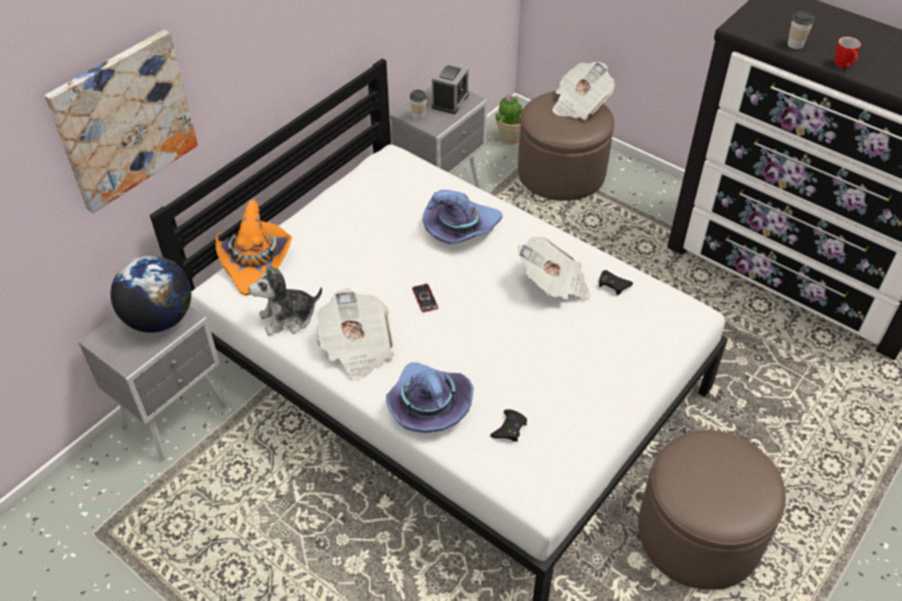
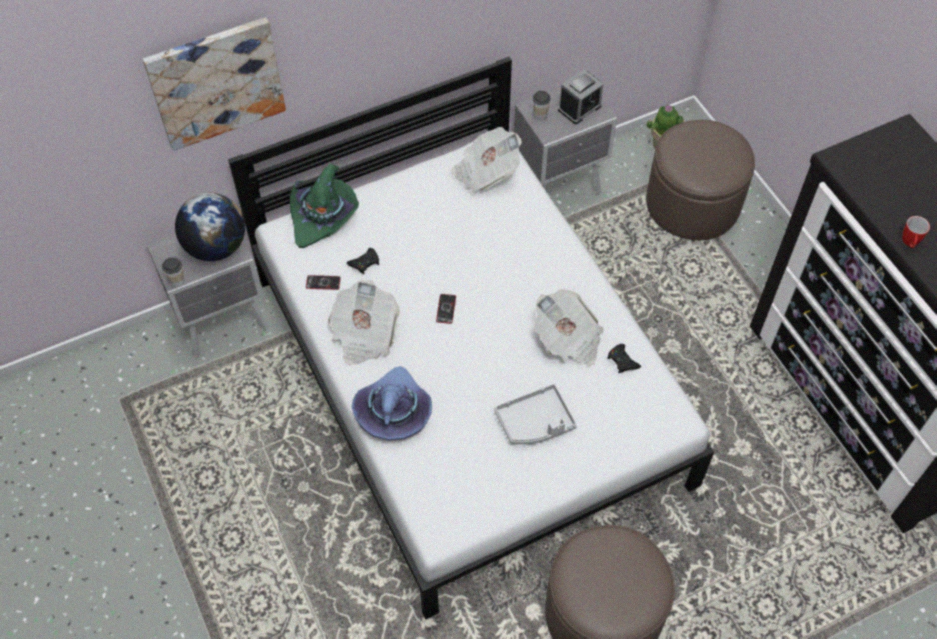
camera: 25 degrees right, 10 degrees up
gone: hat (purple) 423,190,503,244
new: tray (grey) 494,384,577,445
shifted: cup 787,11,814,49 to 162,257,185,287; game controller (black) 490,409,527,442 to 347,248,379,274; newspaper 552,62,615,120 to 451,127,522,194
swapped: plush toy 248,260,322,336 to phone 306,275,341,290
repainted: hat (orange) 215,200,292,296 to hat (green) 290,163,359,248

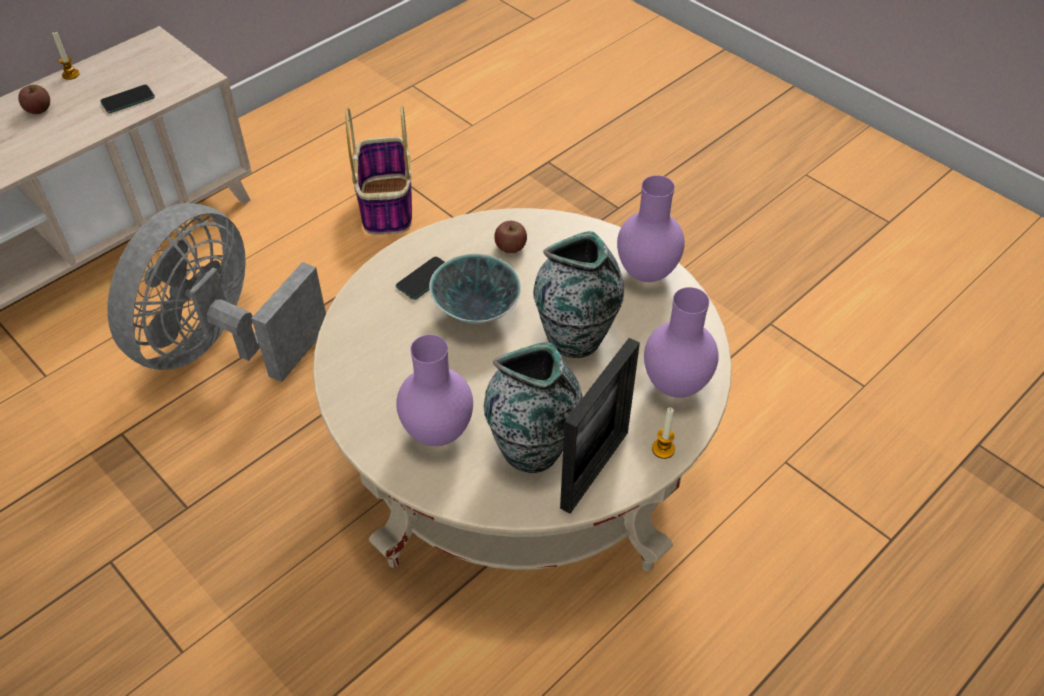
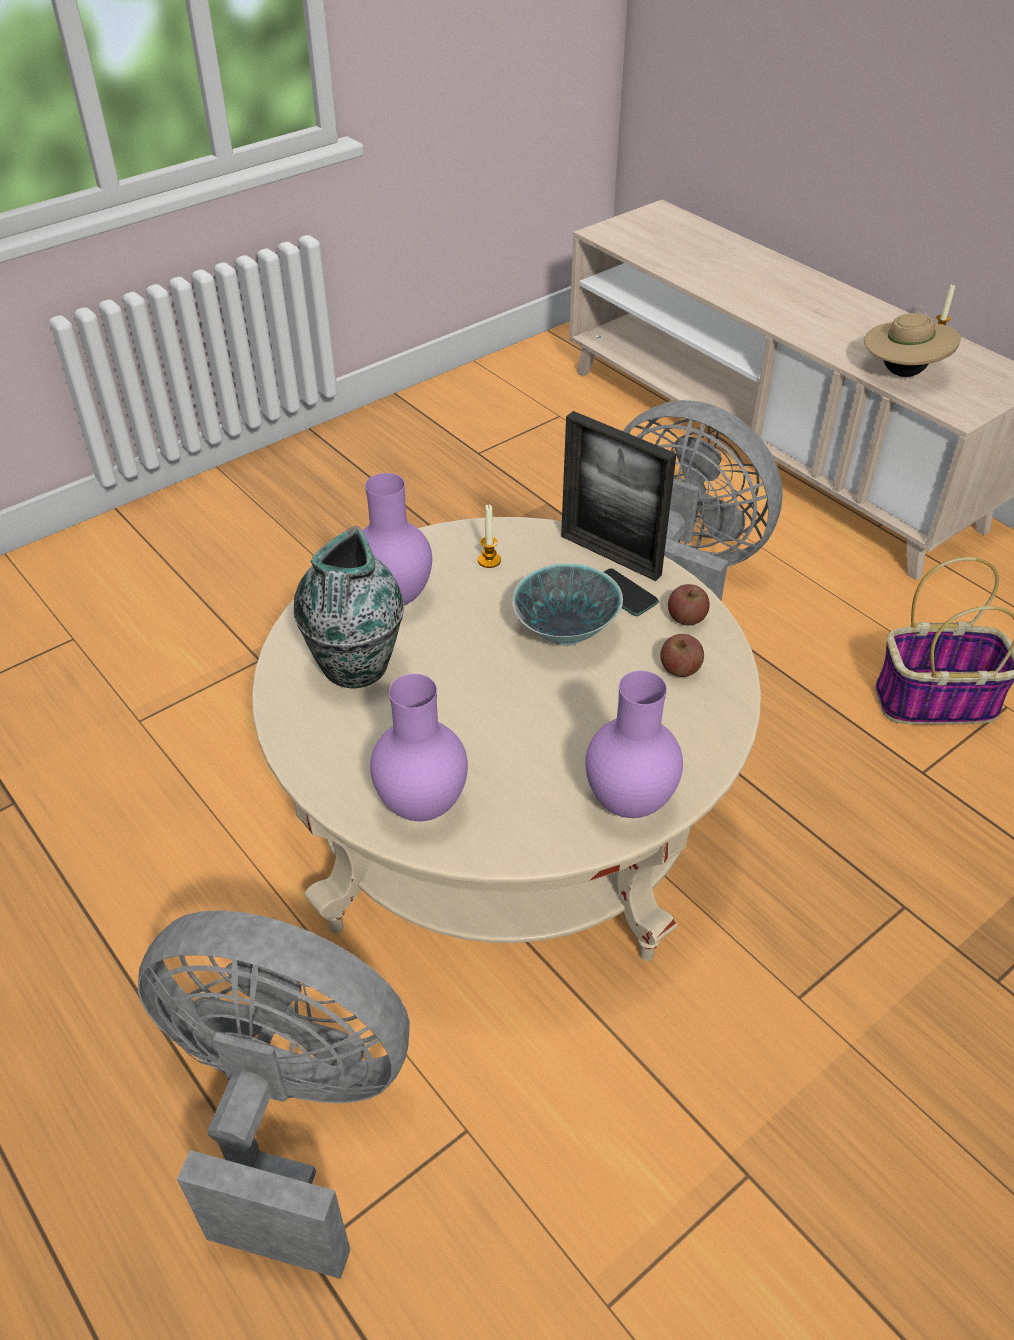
camera: 95 degrees right, 5 degrees down
gone: vase 533,231,624,358
new: fan (grey) 138,910,410,1279
shifted: candle 652,407,675,459 to 478,504,501,568; picture frame 560,338,640,514 to 561,411,677,581; apple 18,85,50,114 to 668,584,710,625
swapped: phone 100,85,155,113 to hat (beige) 864,305,961,377

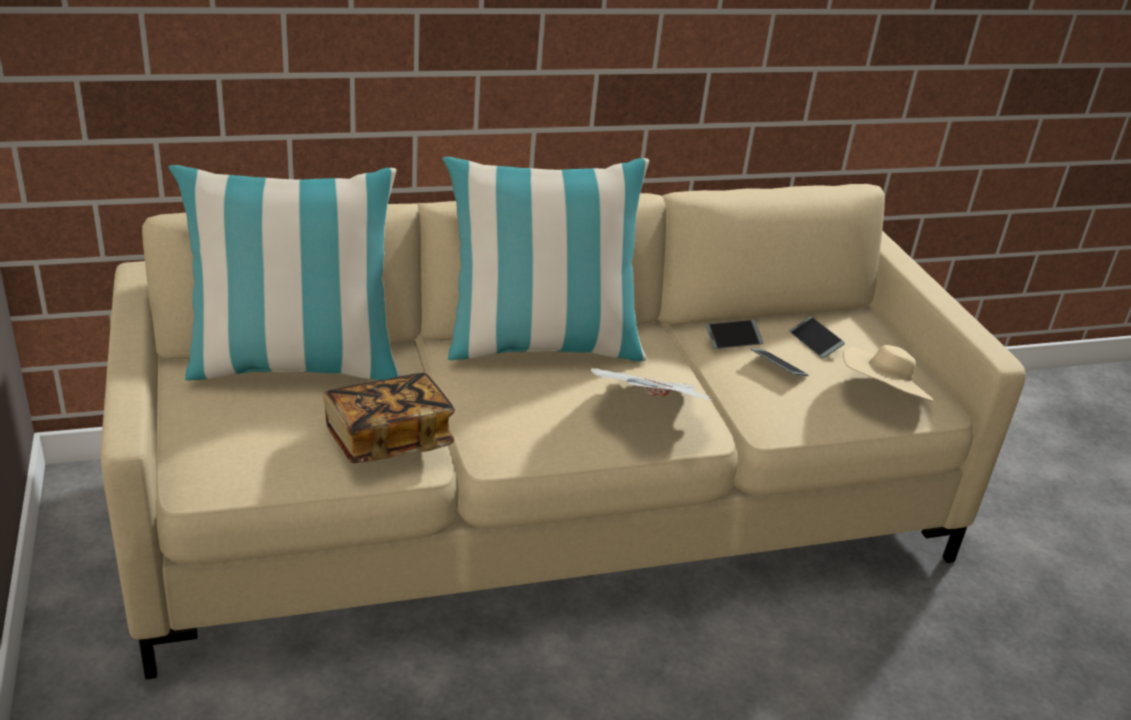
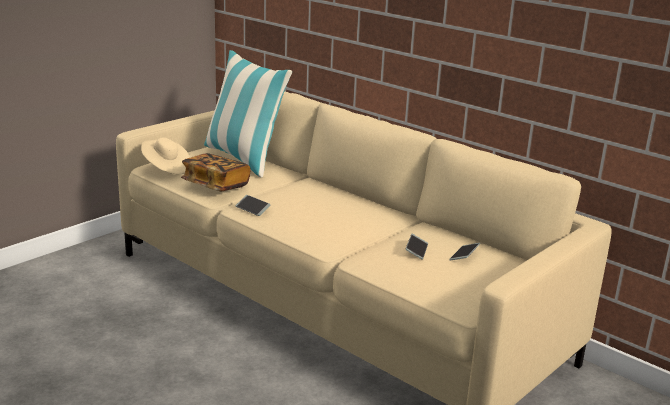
camera: 60 degrees right, 10 degrees down
gone: pillow 442,157,649,362; newspaper 591,368,712,400
shifted: hat (beige) 843,345,933,401 to 141,137,190,174; phone 706,320,764,349 to 235,195,270,216

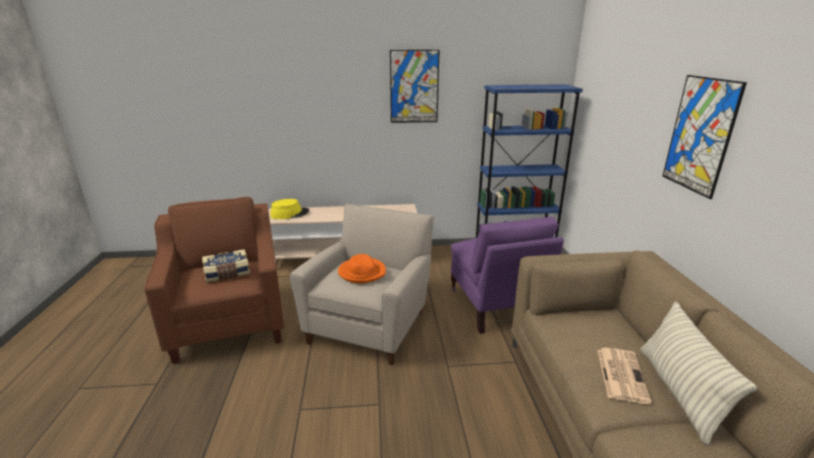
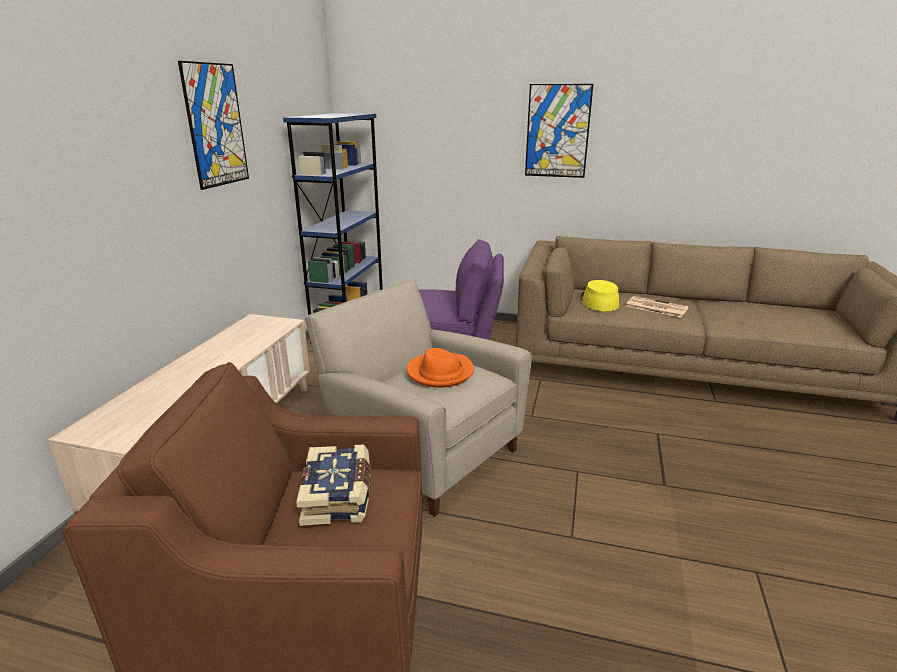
camera: 70 degrees left, 0 degrees up
gone: pillow 640,302,757,445
shifted: hat (yellow) 270,199,310,219 to 580,280,619,311

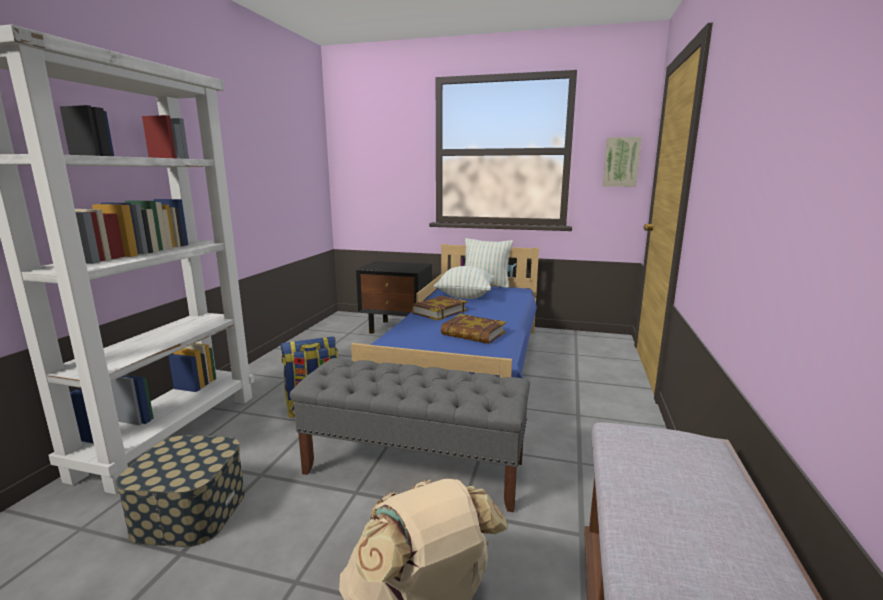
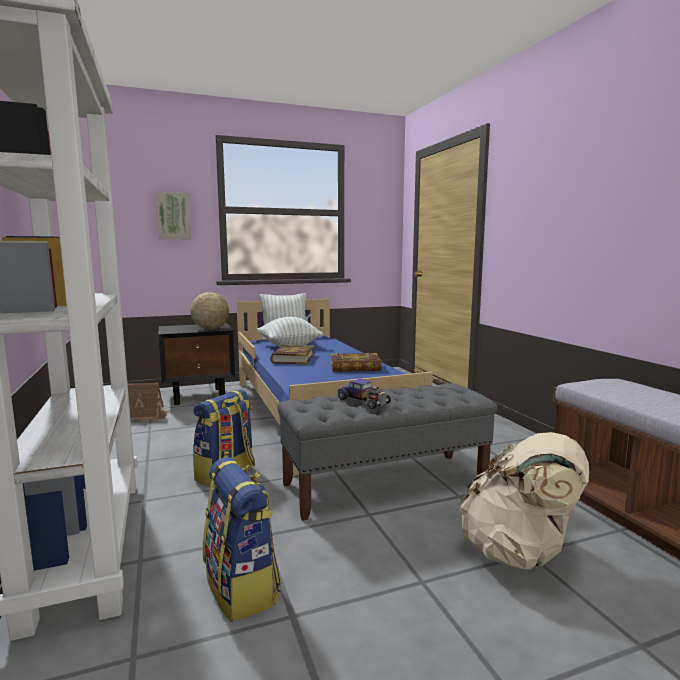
camera: 35 degrees left, 5 degrees down
new: toy house 128,383,170,421; globe 190,292,229,330; toy car 338,379,391,409
shifted: picture 603,137,642,187 to 156,192,191,239
swapped: storage box 115,435,245,547 to backpack 203,457,281,622

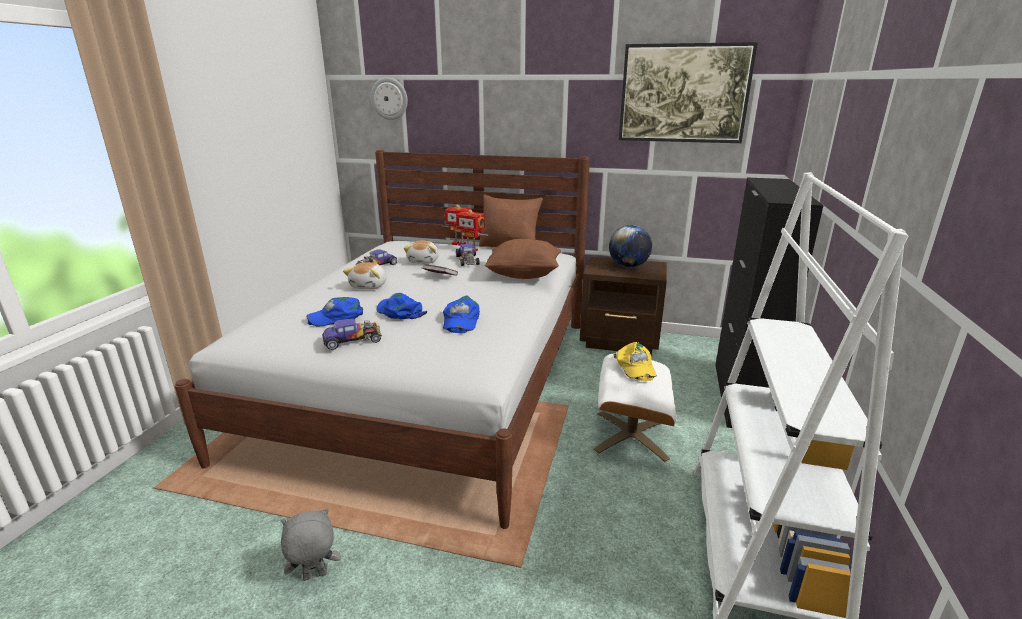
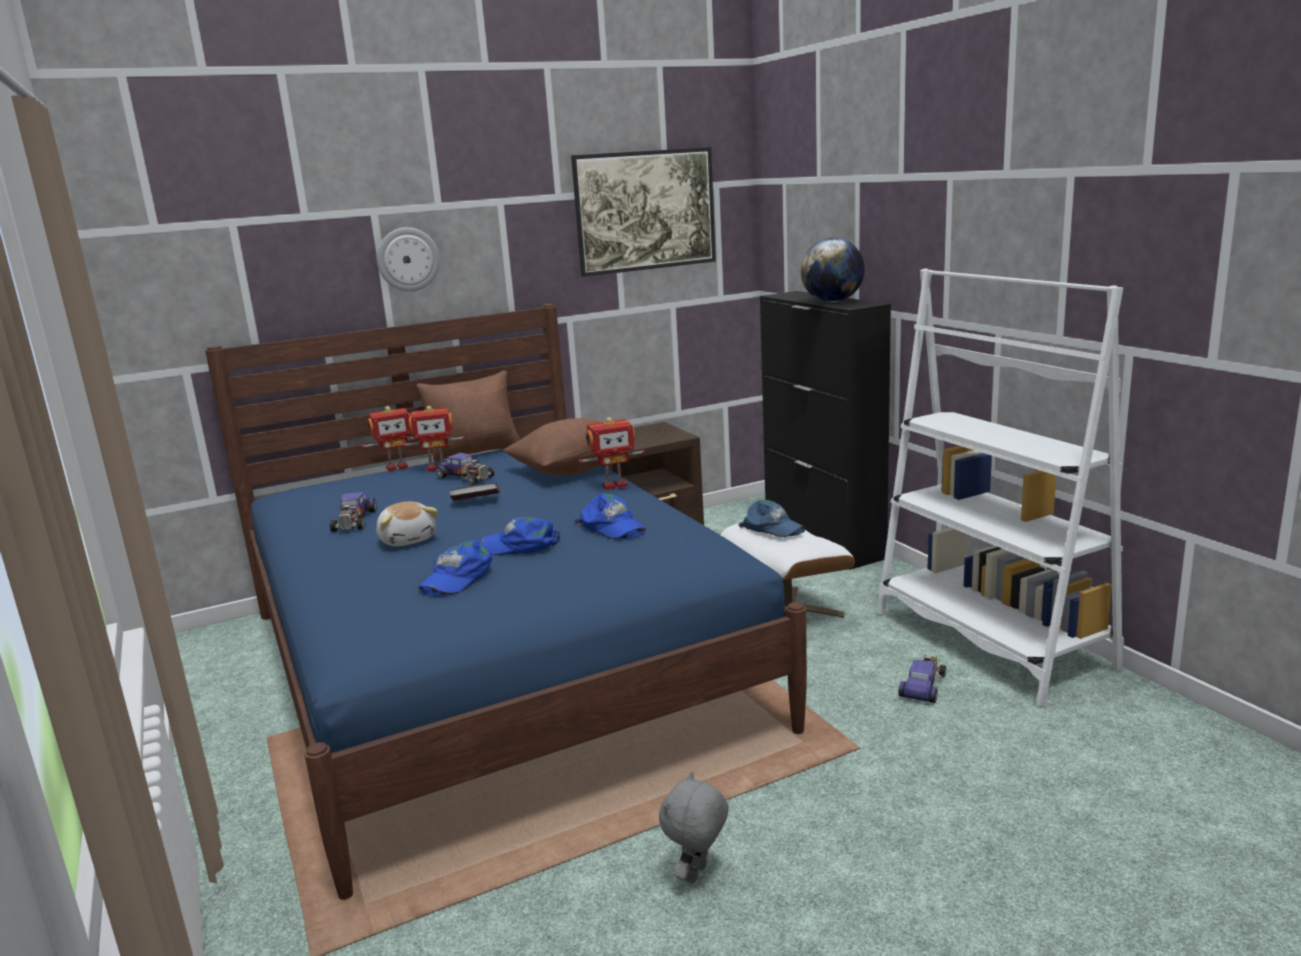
camera: 40 degrees left, 5 degrees down
gone: plush toy 404,240,439,264
new: toy robot 579,417,645,490
shifted: wall clock 371,77,408,120 to 377,227,440,292; globe 609,225,652,268 to 801,238,865,302; toy car 322,319,382,350 to 898,654,946,703
repainted: bed (white) 175,150,590,529 to bed (blue) 205,304,807,900; cap (yellow) 613,342,656,381 to cap (blue) 738,500,805,537

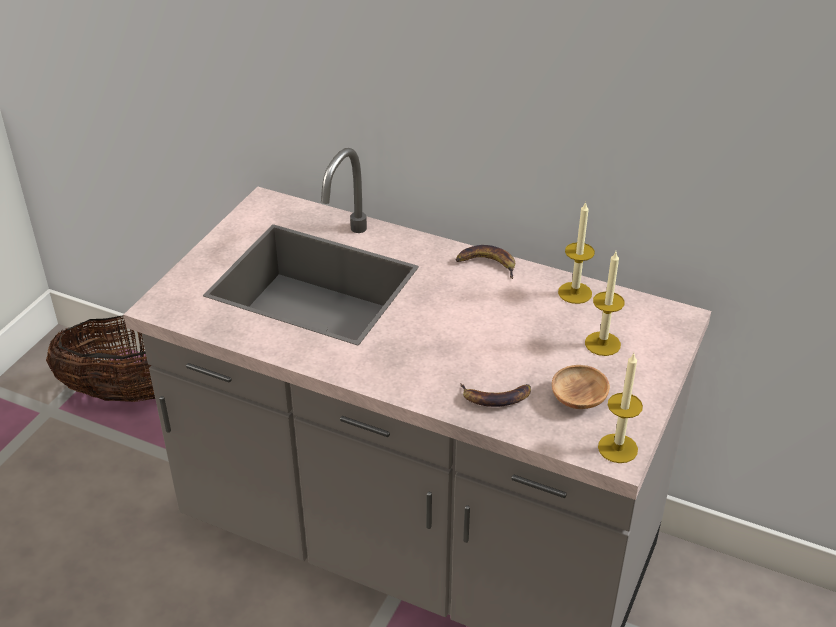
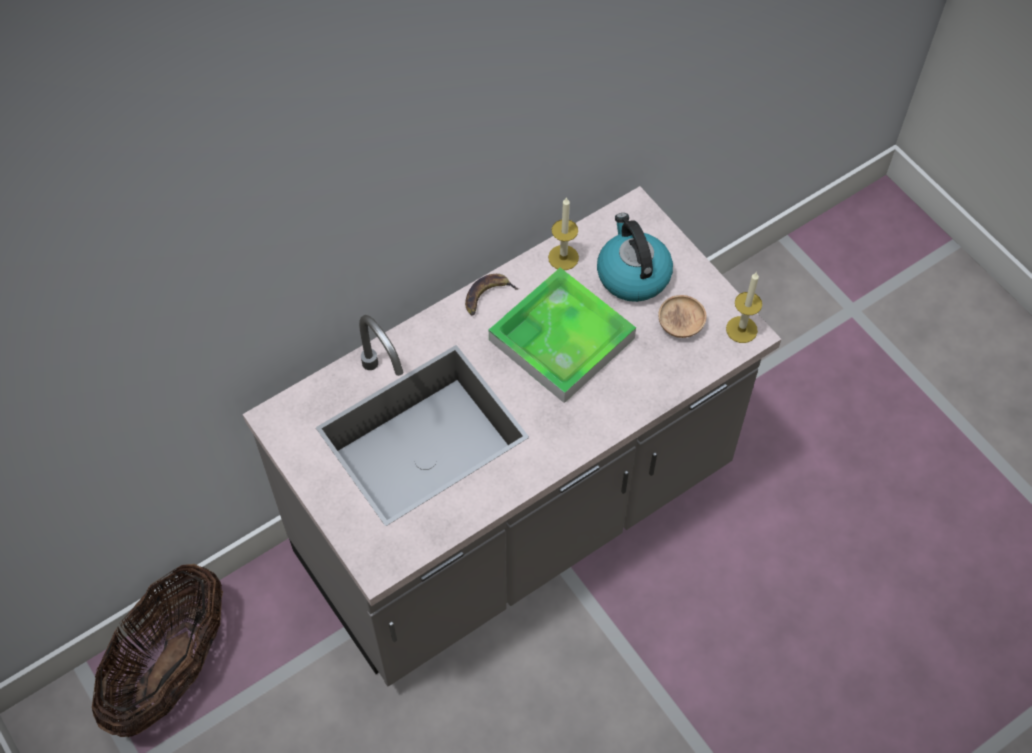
camera: 60 degrees left, 20 degrees up
gone: banana 460,383,531,407
new: tray 489,268,636,403
swapped: candle 585,252,624,356 to kettle 597,213,673,302

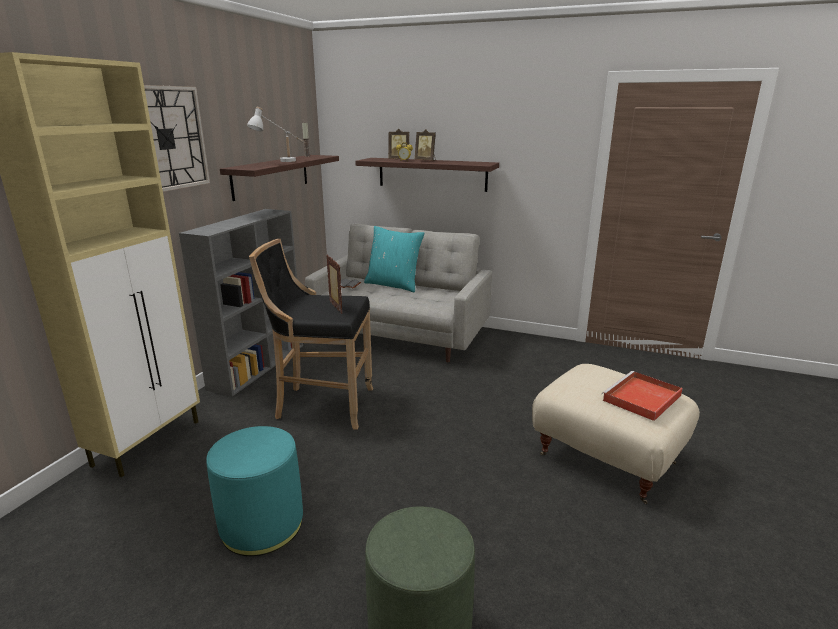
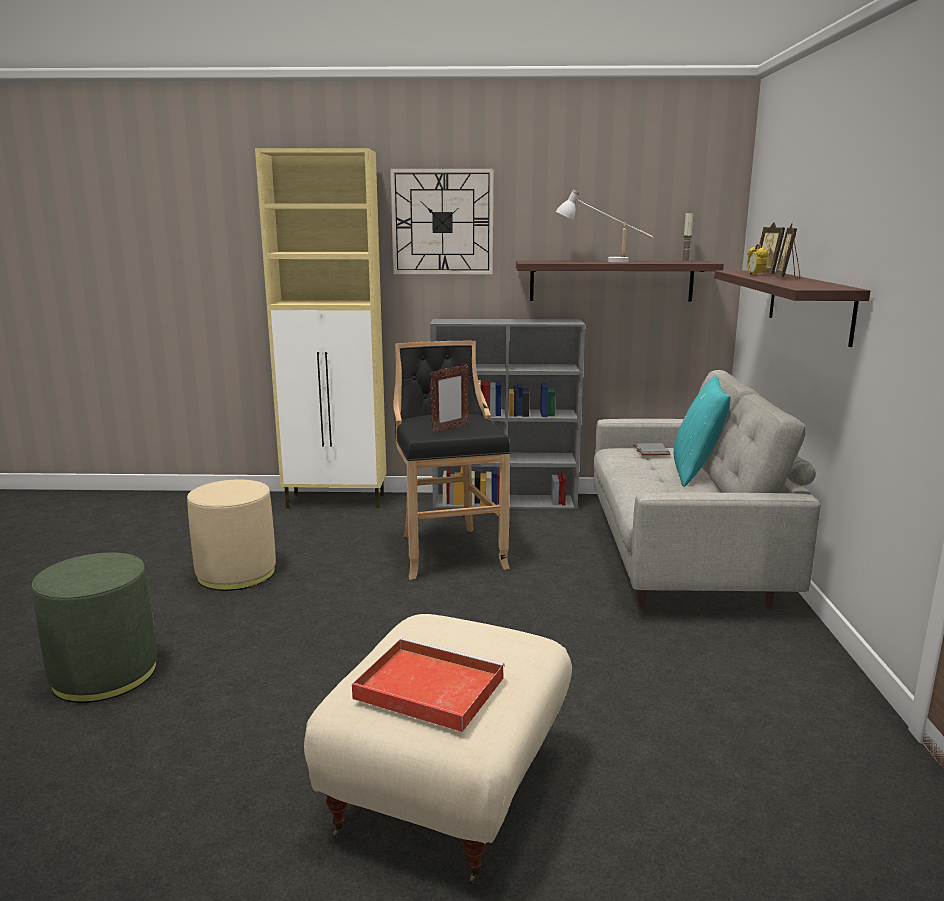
camera: 70 degrees right, 5 degrees down
repainted: ottoman (turquoise) 206,426,303,556 to ottoman (beige) 187,479,276,591

